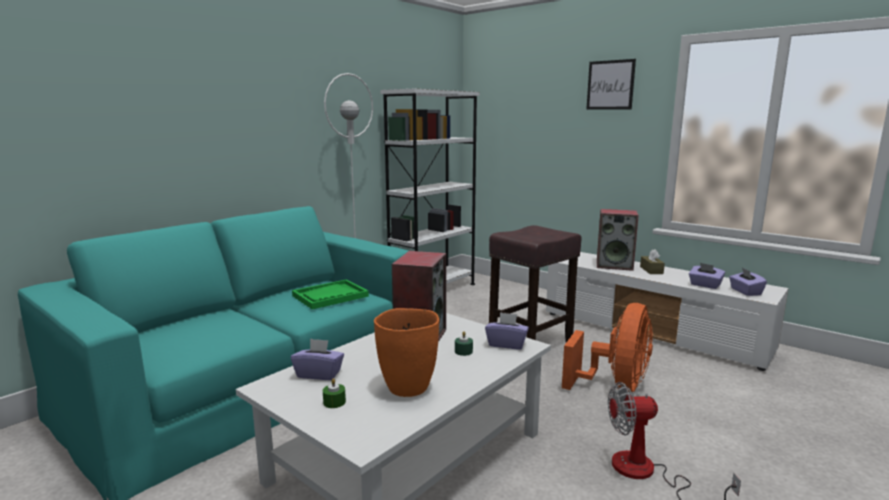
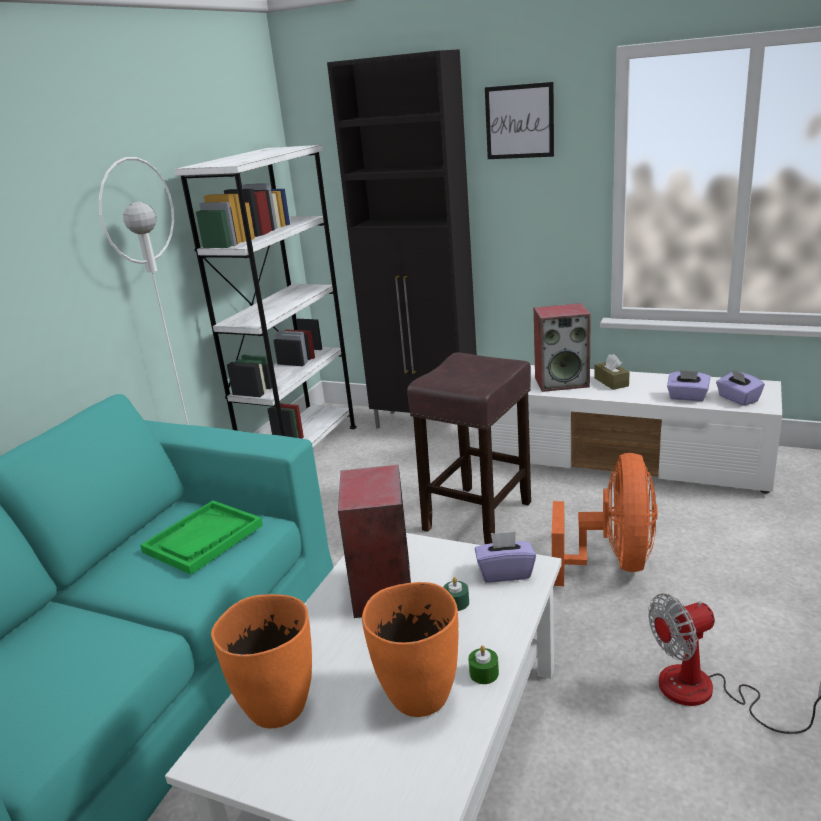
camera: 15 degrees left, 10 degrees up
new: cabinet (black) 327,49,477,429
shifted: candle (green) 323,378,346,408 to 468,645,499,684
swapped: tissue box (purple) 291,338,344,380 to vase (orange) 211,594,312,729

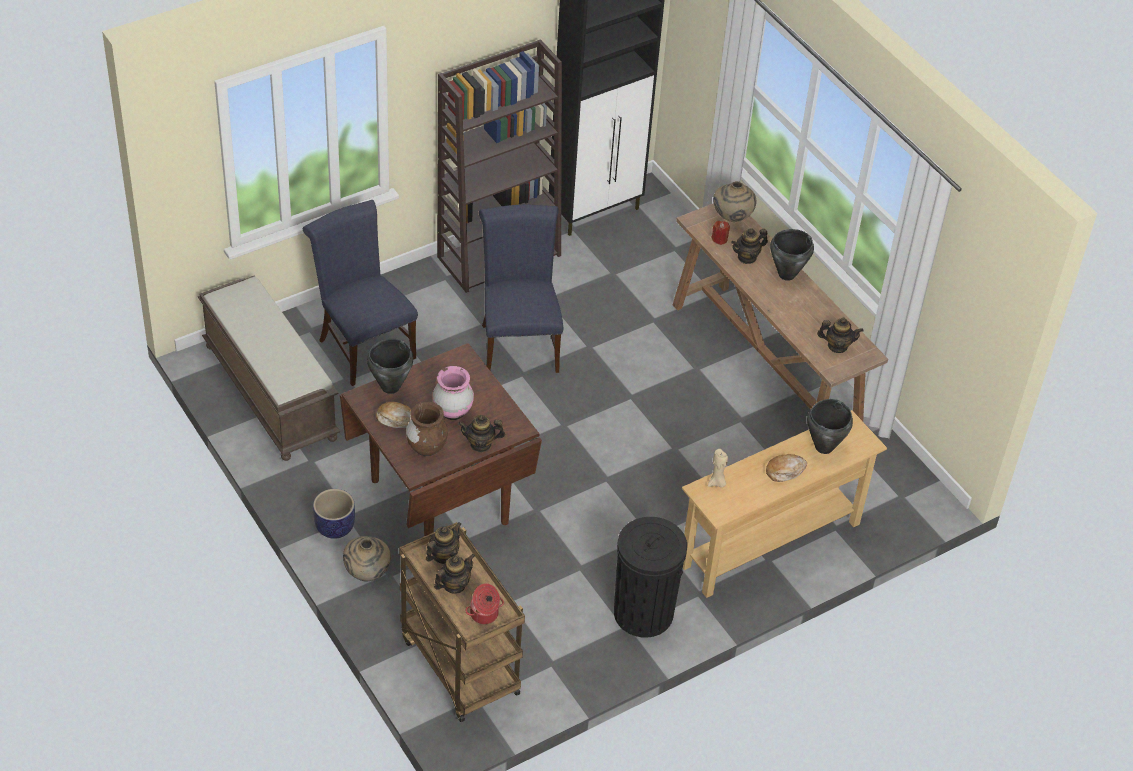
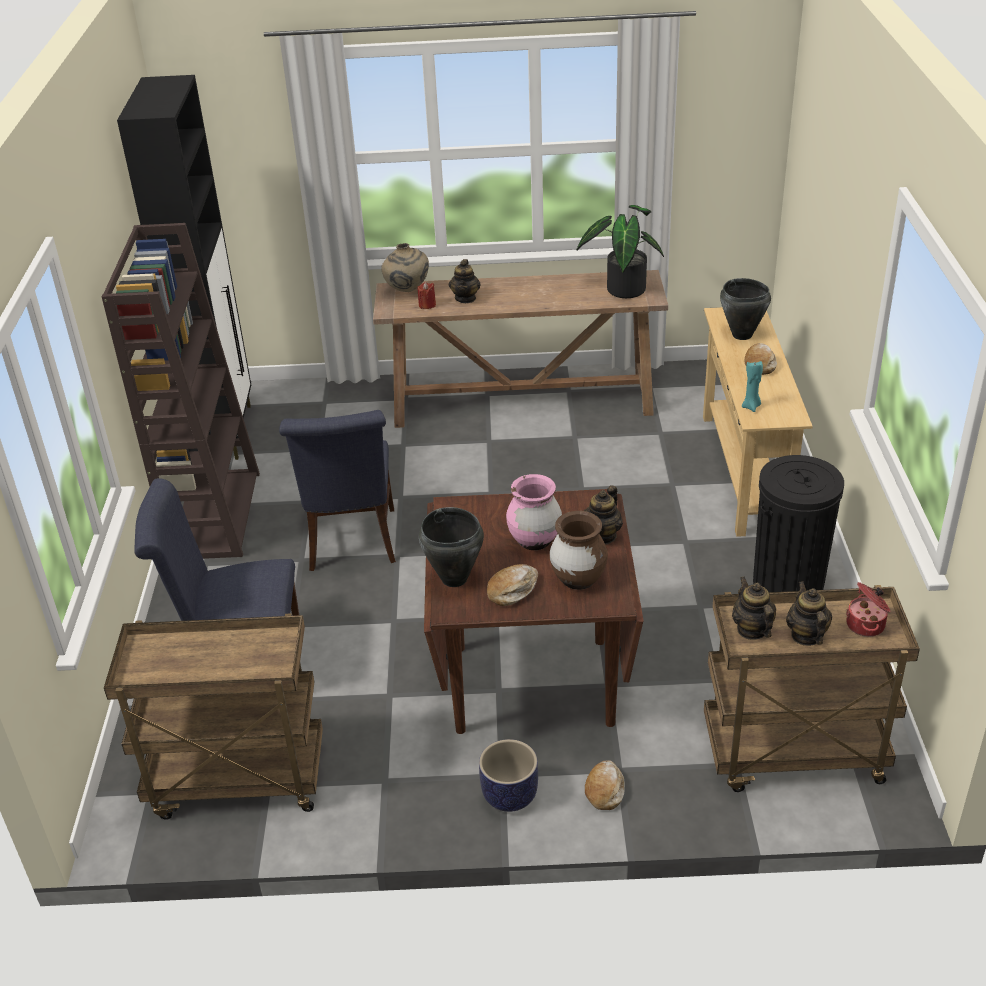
camera: 55 degrees left, 10 degrees down
gone: cooking pot (black) 770,229,814,281
swapped: bench (brown) 198,275,340,461 to cart (brown) 104,613,323,820; teapot 817,318,863,353 to potted plant 576,205,664,298; vase (beige) 343,536,391,582 to bread 585,760,625,810
repainted: candle (beige) 708,449,728,487 to candle (turquoise) 742,361,763,412
rotated: chair (blue) 479,205,563,373 = 279,410,396,571 120 degrees counterclockwise

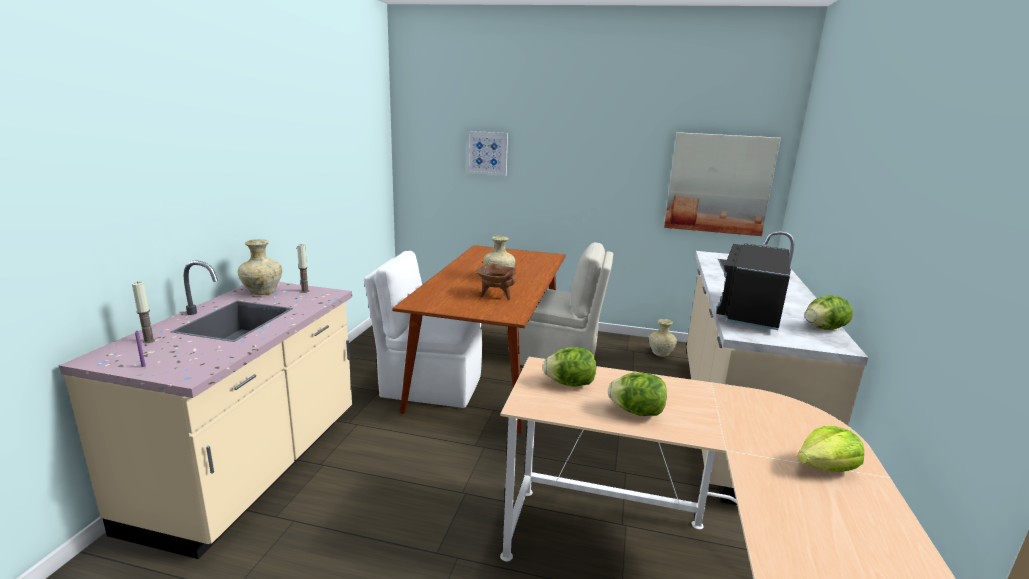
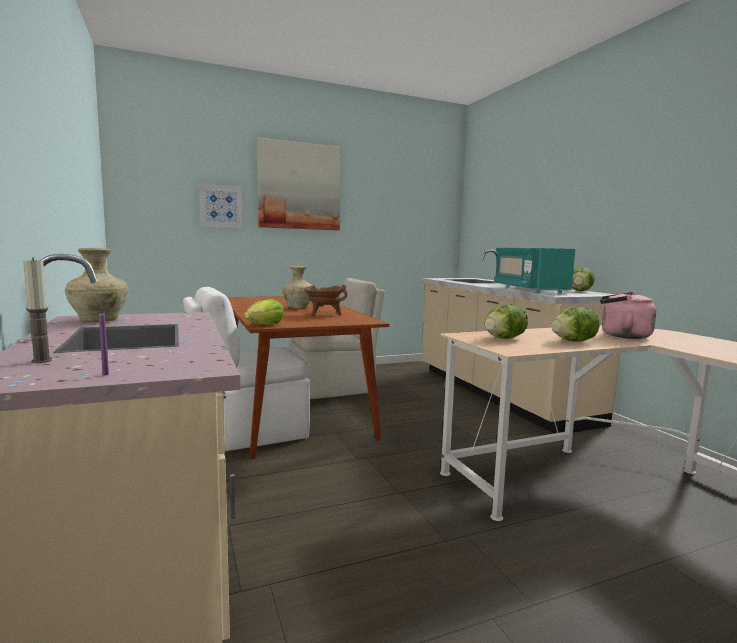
camera: 35 degrees left, 10 degrees down
gone: candle 297,244,309,293; vase (beige) 649,319,677,357
new: kettle (pink) 600,291,657,339
shifted: lettuce 798,426,864,472 to 244,299,284,325; picture 664,132,781,236 to 257,138,341,230
repainted: microwave (black) 716,244,790,330 to microwave (turquoise) 494,247,575,293

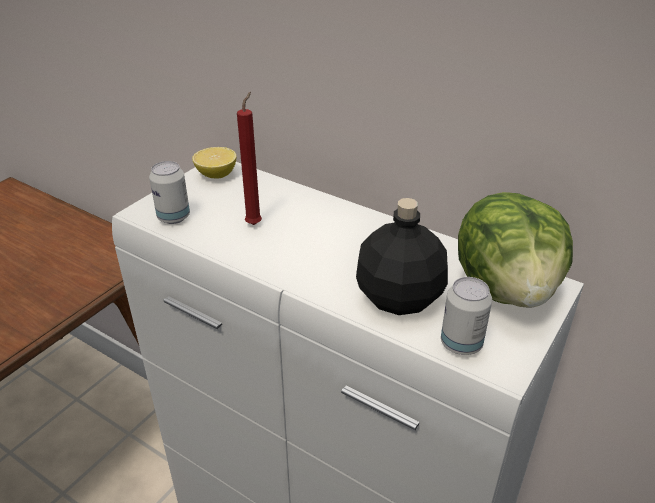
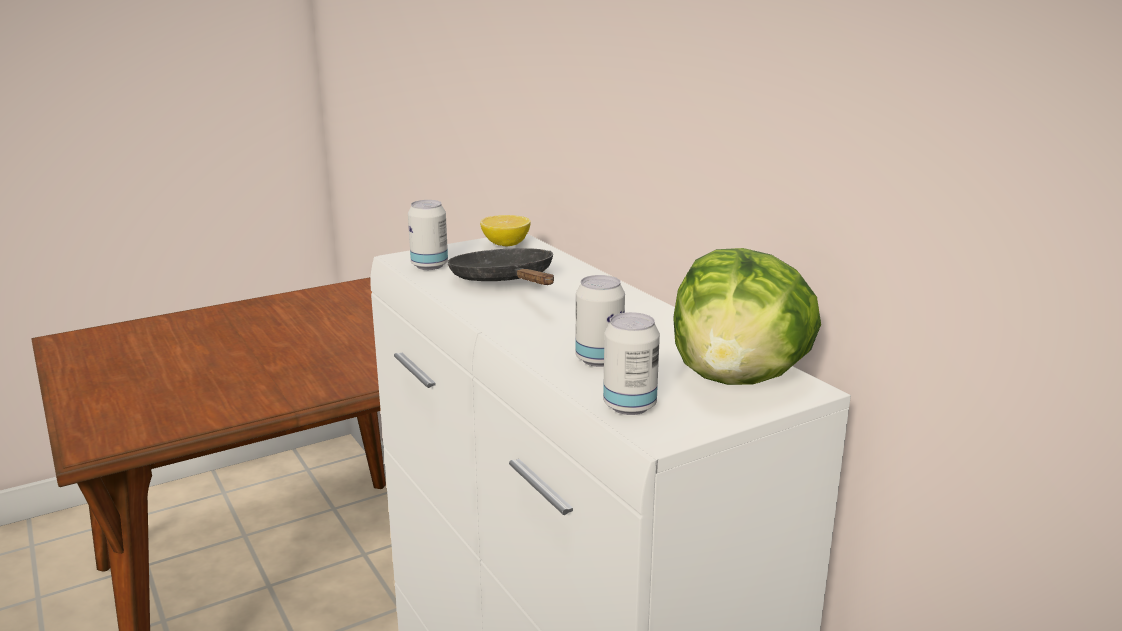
camera: 25 degrees right, 15 degrees down
swapped: candle (red) 237,92,262,225 to frying pan (black) 448,248,554,285; bottle (black) 356,198,448,315 to can 575,275,625,367

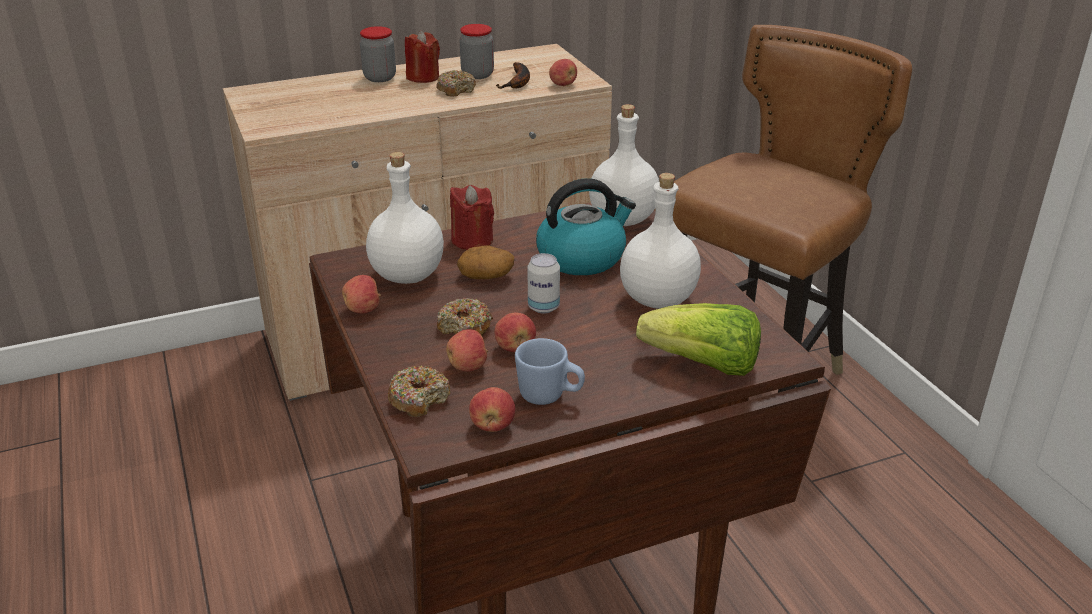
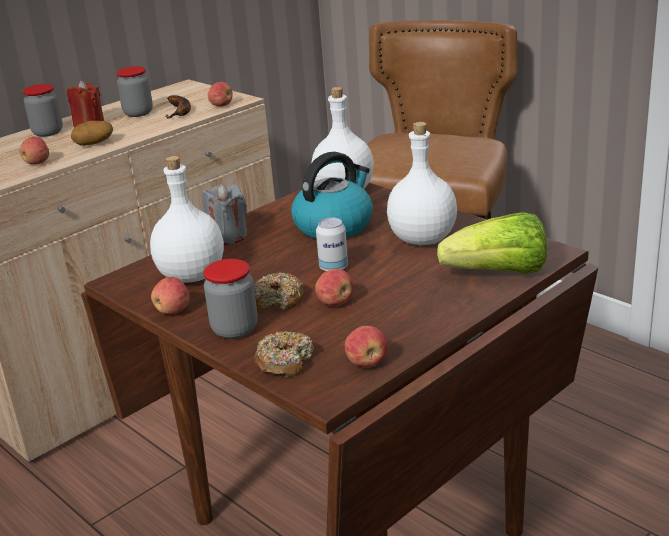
camera: 20 degrees left, 5 degrees down
gone: donut 437,70,476,97; mug (blue) 515,338,585,405
new: jar 203,259,258,339
shifted: apple 446,329,488,371 to 19,136,49,164; potato 457,246,514,279 to 71,121,113,146
repainted: candle (red) 450,185,494,250 to candle (grey) 202,184,247,245

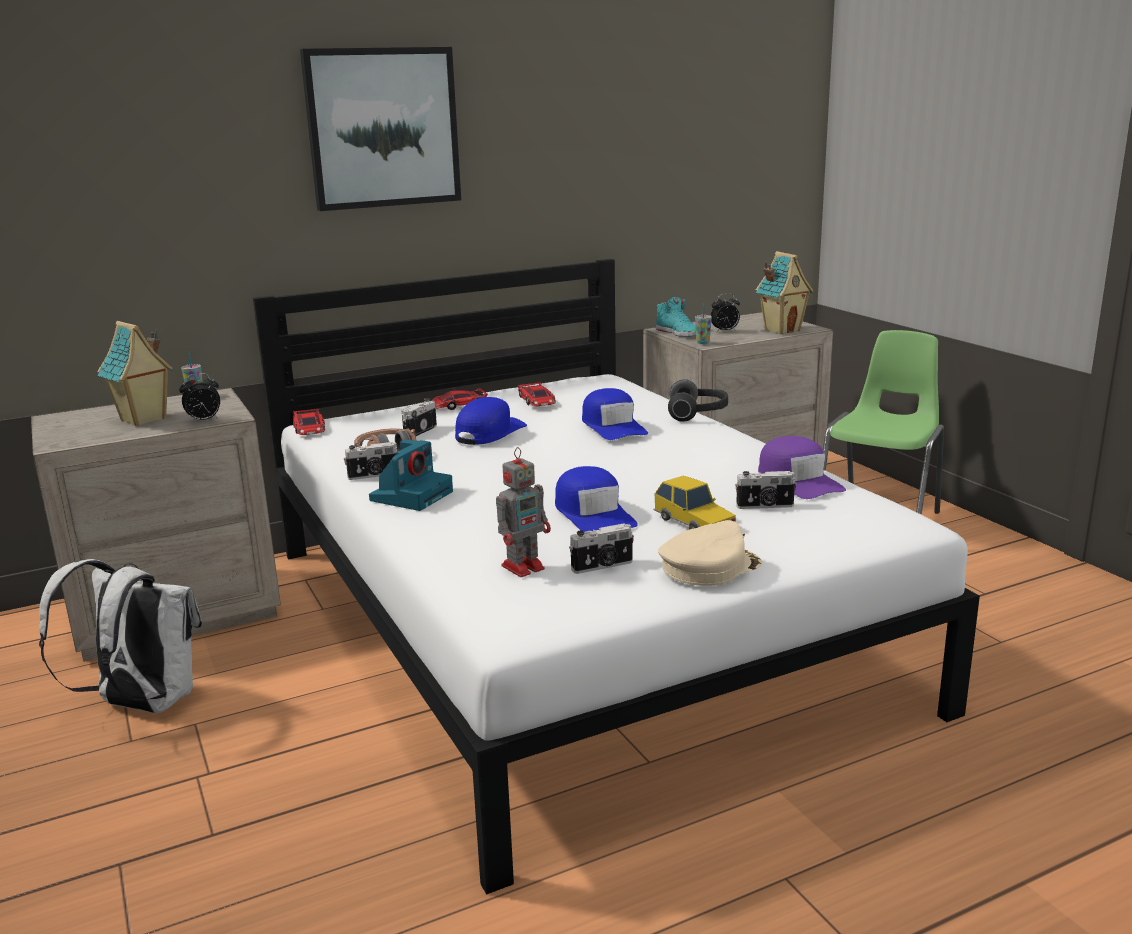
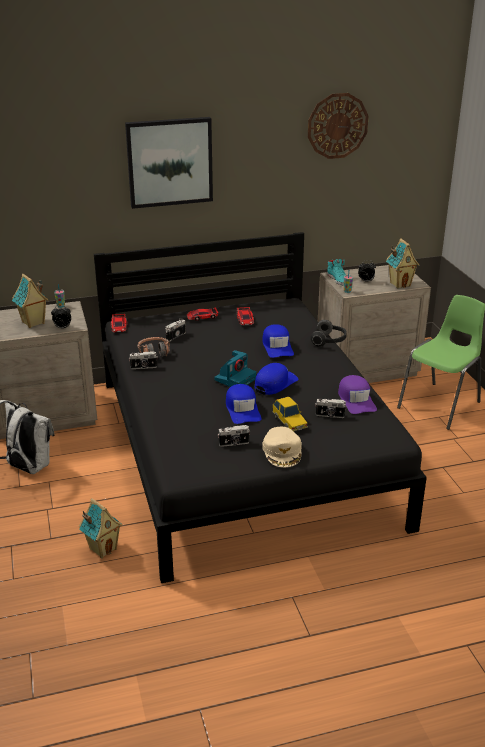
camera: 10 degrees right, 10 degrees up
gone: toy robot 496,447,551,577
new: toy house 79,498,123,558; wall clock 308,93,369,159
shifted: photo camera 369,440,453,511 to 214,350,256,387; cap (blue) 455,397,527,445 to 255,363,299,395
repainted: bed (white) 253,259,980,895 to bed (black) 94,232,427,583
rotated: cap (beige) 658,520,763,586 = 263,427,302,467 105 degrees clockwise

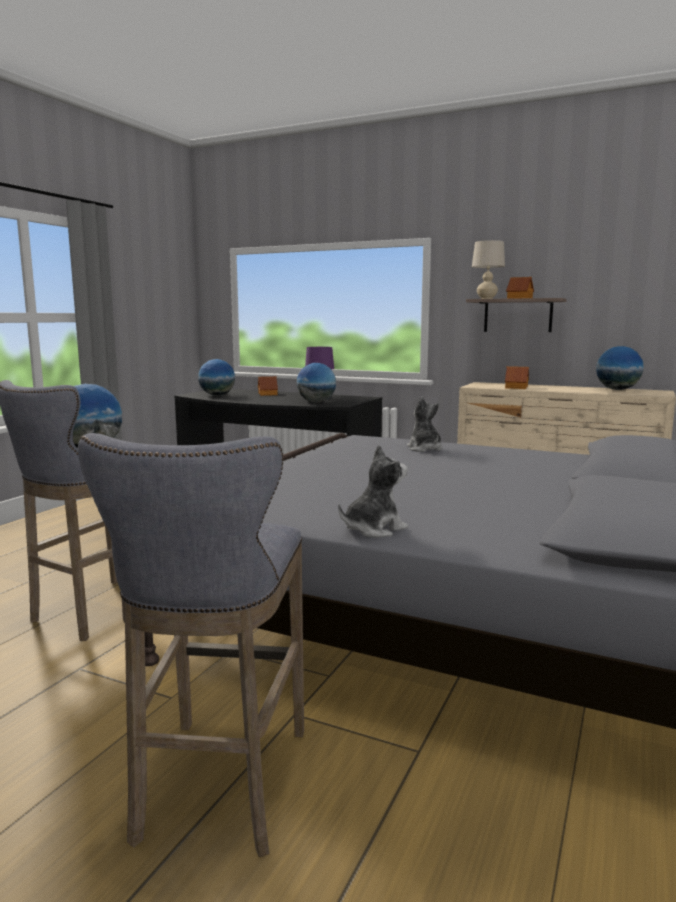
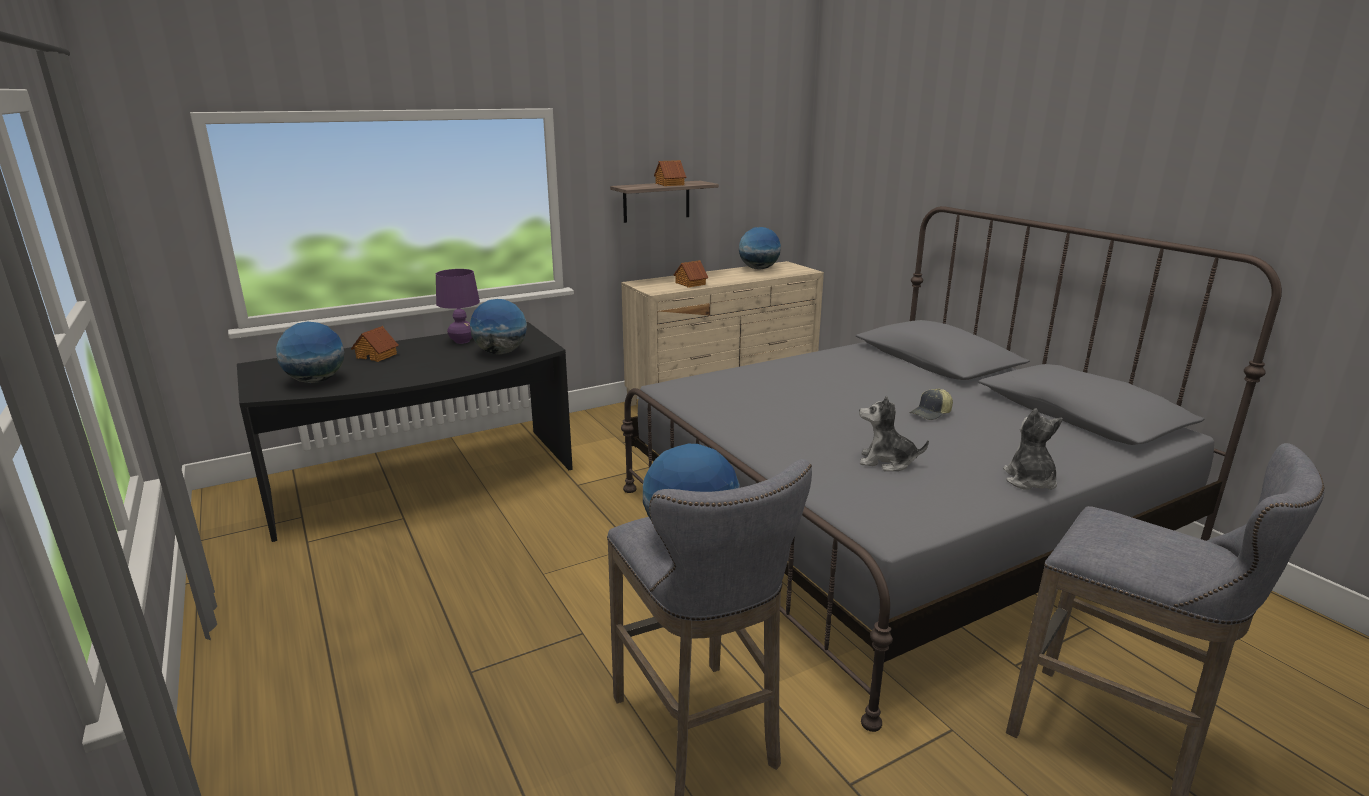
camera: 55 degrees left, 10 degrees up
gone: table lamp (beige) 472,240,505,299
new: cap 909,388,953,420
shifted: plush toy 407,396,442,452 to 859,395,929,471

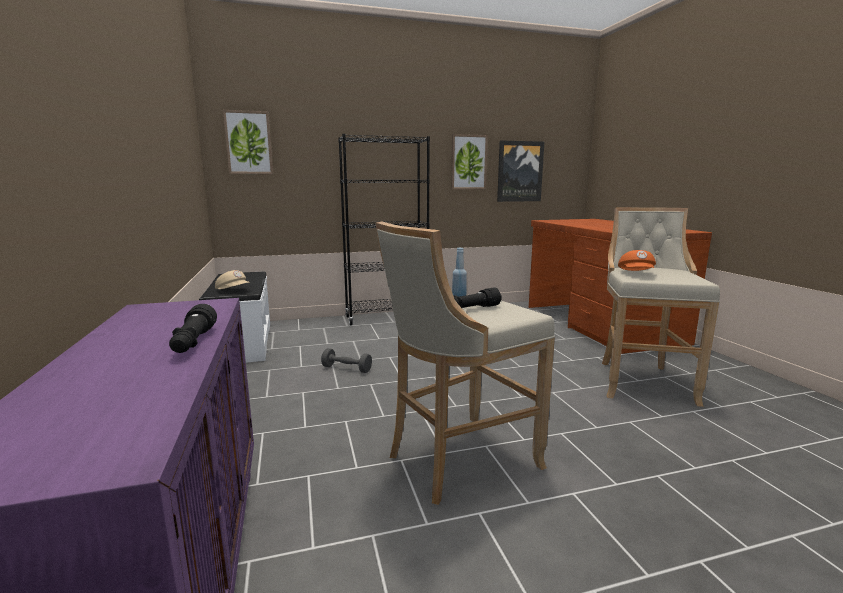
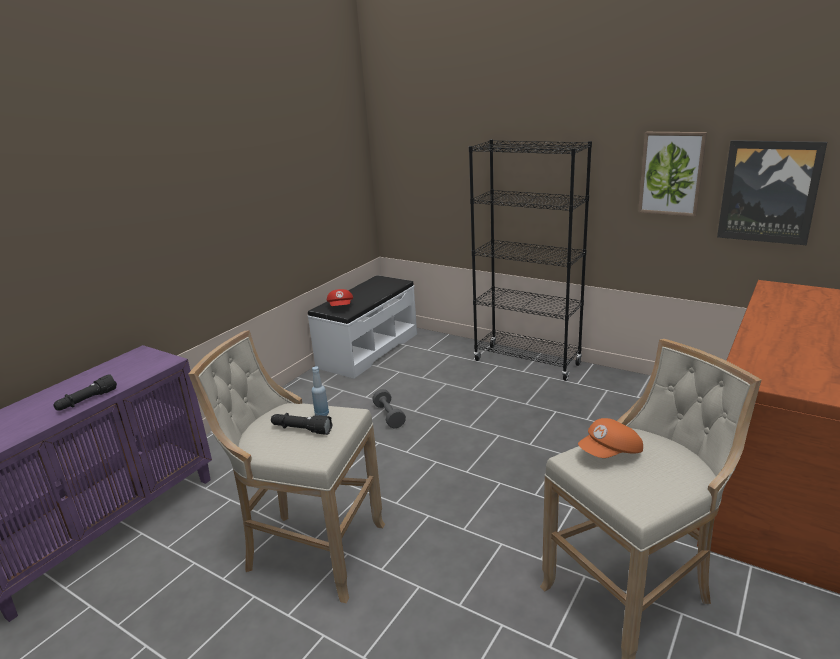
camera: 50 degrees right, 10 degrees up
gone: picture 223,110,273,174
repainted: cap (beige) 215,270,250,289 to cap (red) 327,289,353,306

